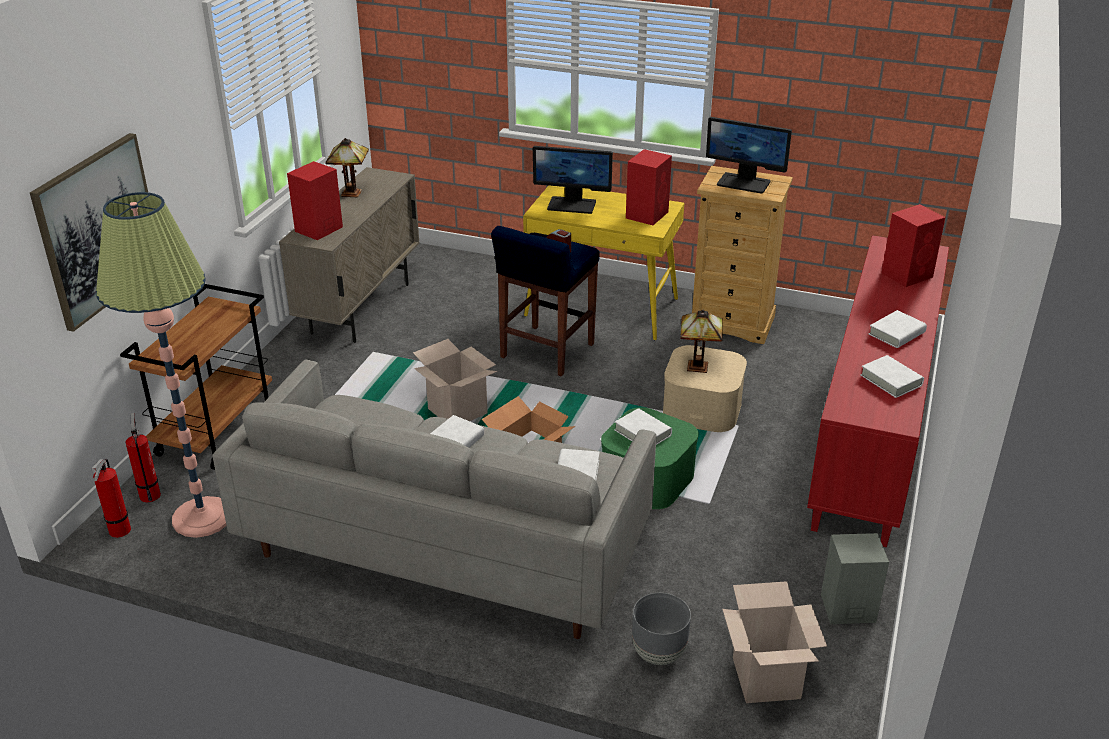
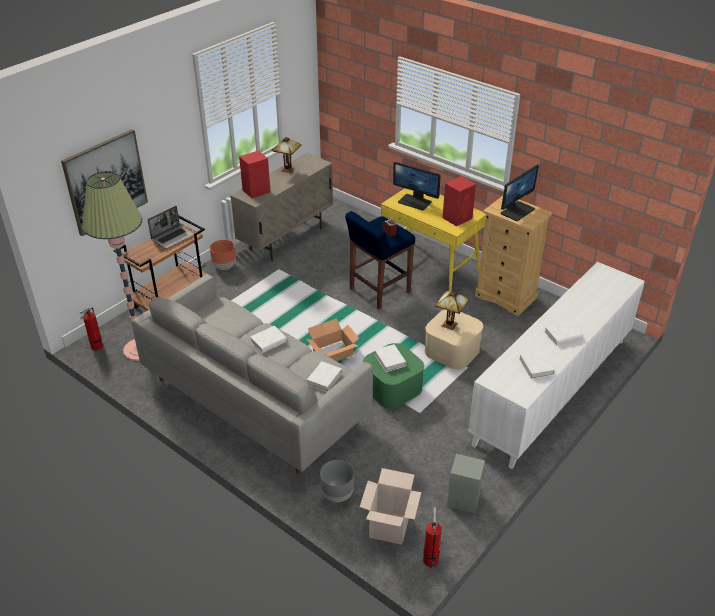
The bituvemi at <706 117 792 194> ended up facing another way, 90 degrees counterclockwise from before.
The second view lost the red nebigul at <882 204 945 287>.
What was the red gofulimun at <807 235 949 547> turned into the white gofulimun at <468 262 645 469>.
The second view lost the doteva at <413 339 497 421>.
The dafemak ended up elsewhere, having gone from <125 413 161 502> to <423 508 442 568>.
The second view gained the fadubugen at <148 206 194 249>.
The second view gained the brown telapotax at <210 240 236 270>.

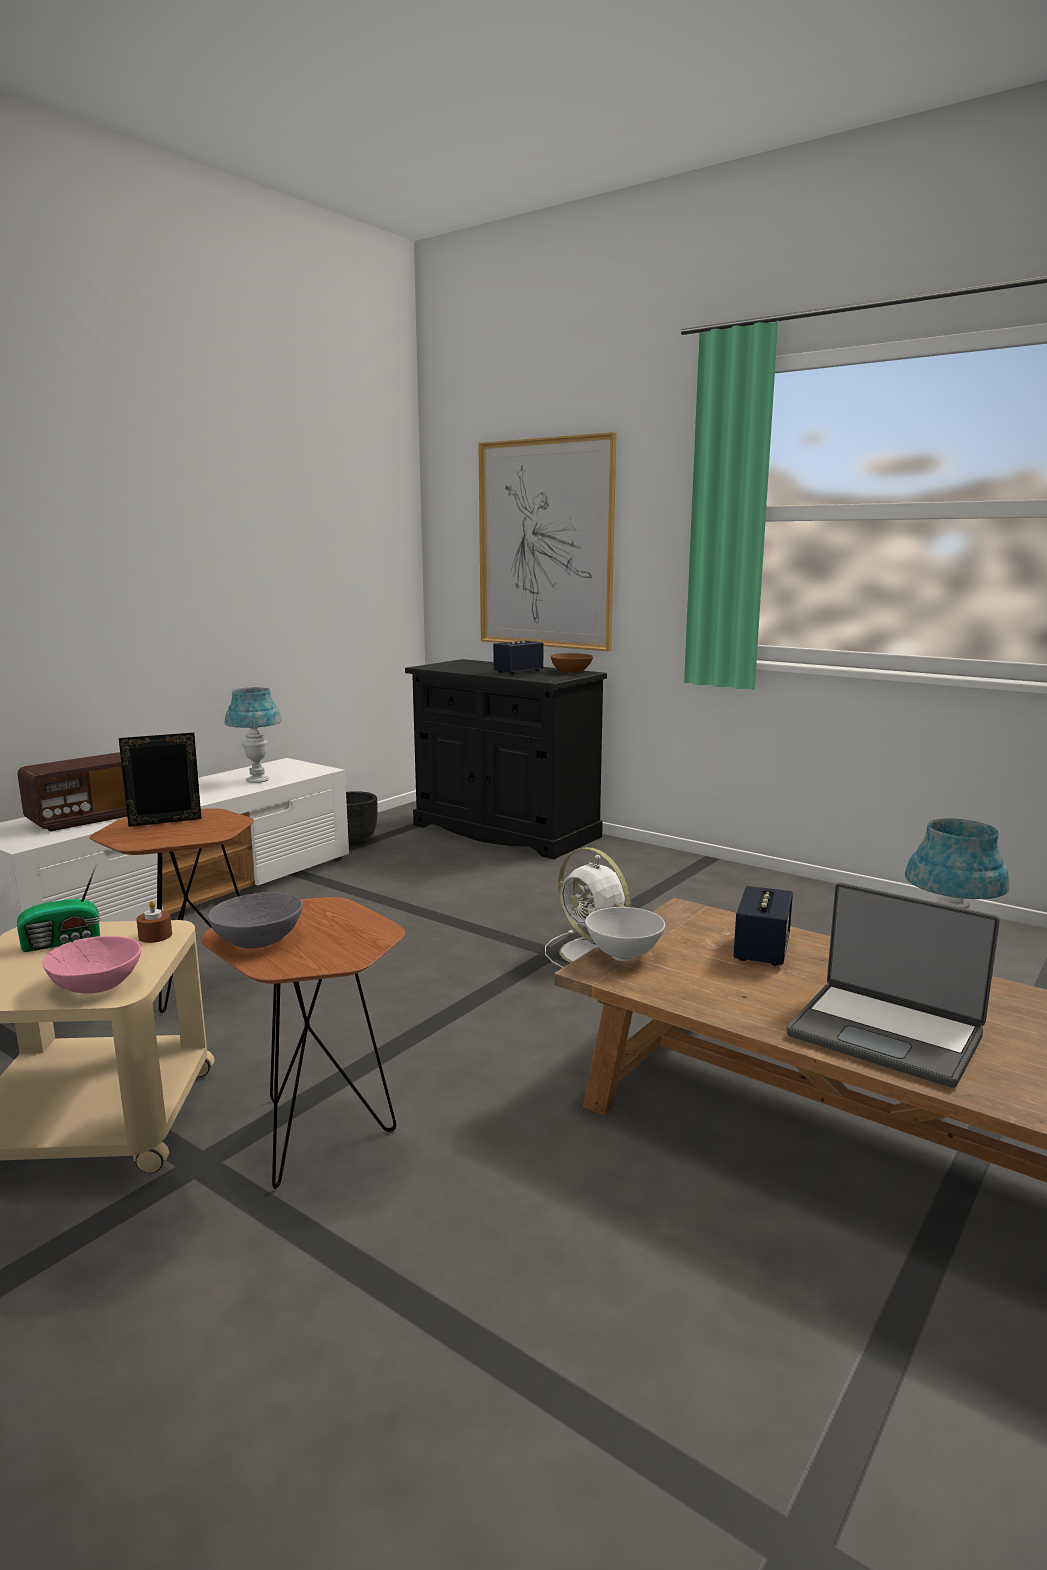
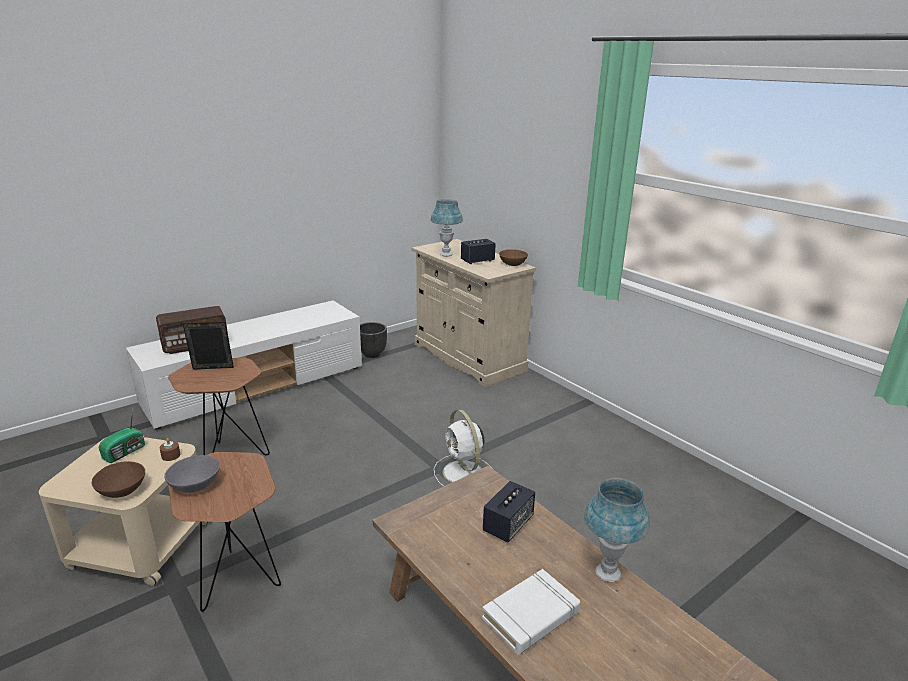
The second view lost the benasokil at <478 432 616 651>.
What was the black gofulimun at <405 659 607 859> turned into the beige gofulimun at <411 239 536 387>.
The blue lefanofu ended up elsewhere, having gone from <225 687 282 783> to <431 199 463 256>.
The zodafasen at <17 864 100 952> ended up facing another way, 45 degrees counterclockwise from before.
Where the fadubugen stood at <787 882 1000 1088>, the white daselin came to stand at <482 569 580 655>.
The second view lost the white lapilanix at <585 907 665 961>.
What was the pink lapilanix at <42 936 141 993> turned into the brown lapilanix at <92 461 145 498>.

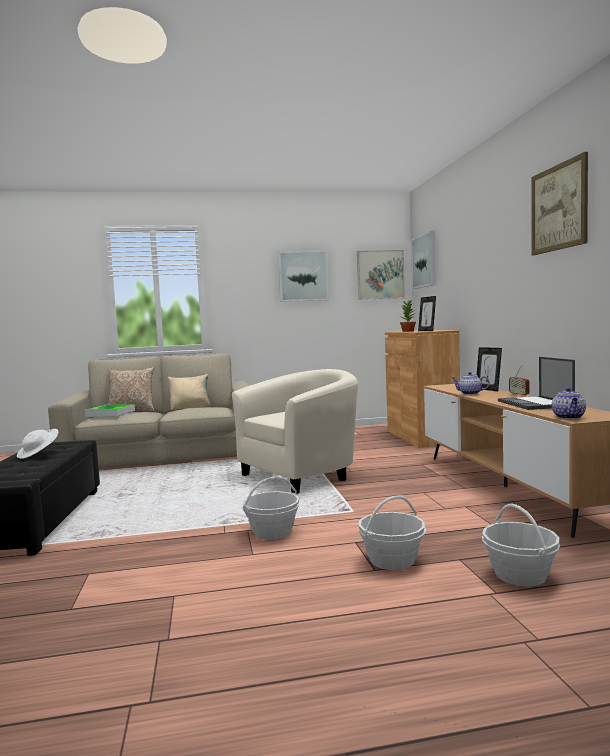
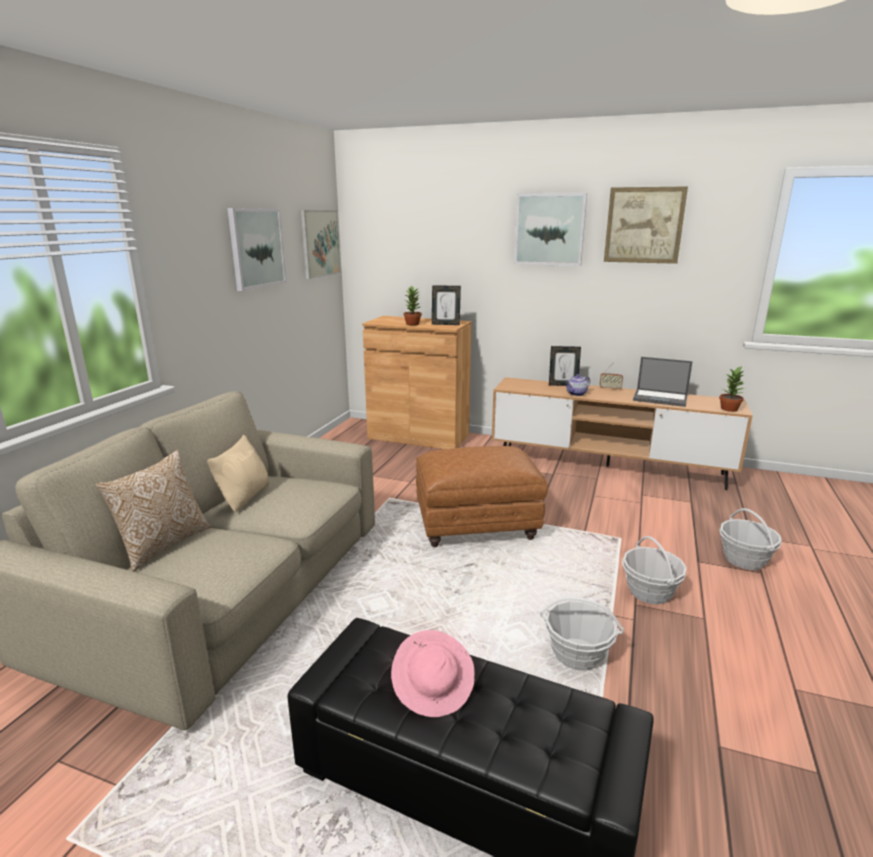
The benasokil ended up elsewhere, having gone from <411 231 436 289> to <514 193 587 266>.
Where the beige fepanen stood at <232 369 358 494>, the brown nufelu came to stand at <416 446 548 547>.
Where the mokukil stood at <552 387 586 419>, the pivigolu came to stand at <719 366 745 412>.
The second view lost the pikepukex at <85 404 135 417>.
What was the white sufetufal at <17 429 58 459> turned into the pink sufetufal at <391 630 475 717>.
The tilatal ended up elsewhere, having gone from <482 504 560 587> to <540 597 624 671>.

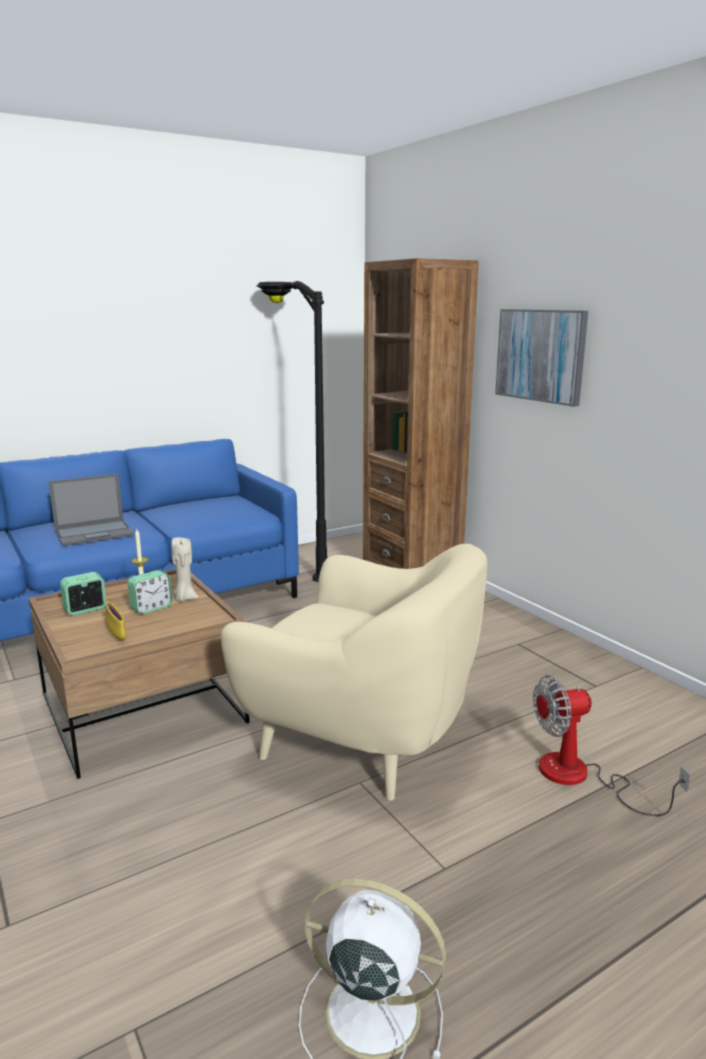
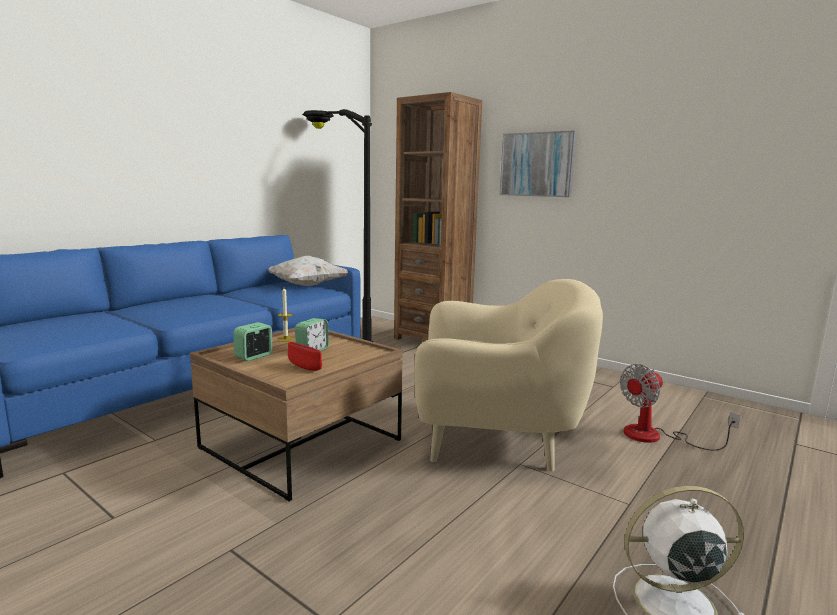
The second view lost the fadubugen at <48 474 134 546>.
The second view lost the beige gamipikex at <171 537 199 602>.
What was the yellow lapilanix at <105 601 126 640> turned into the red lapilanix at <288 342 322 371>.
The second view gained the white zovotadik at <268 256 348 286>.

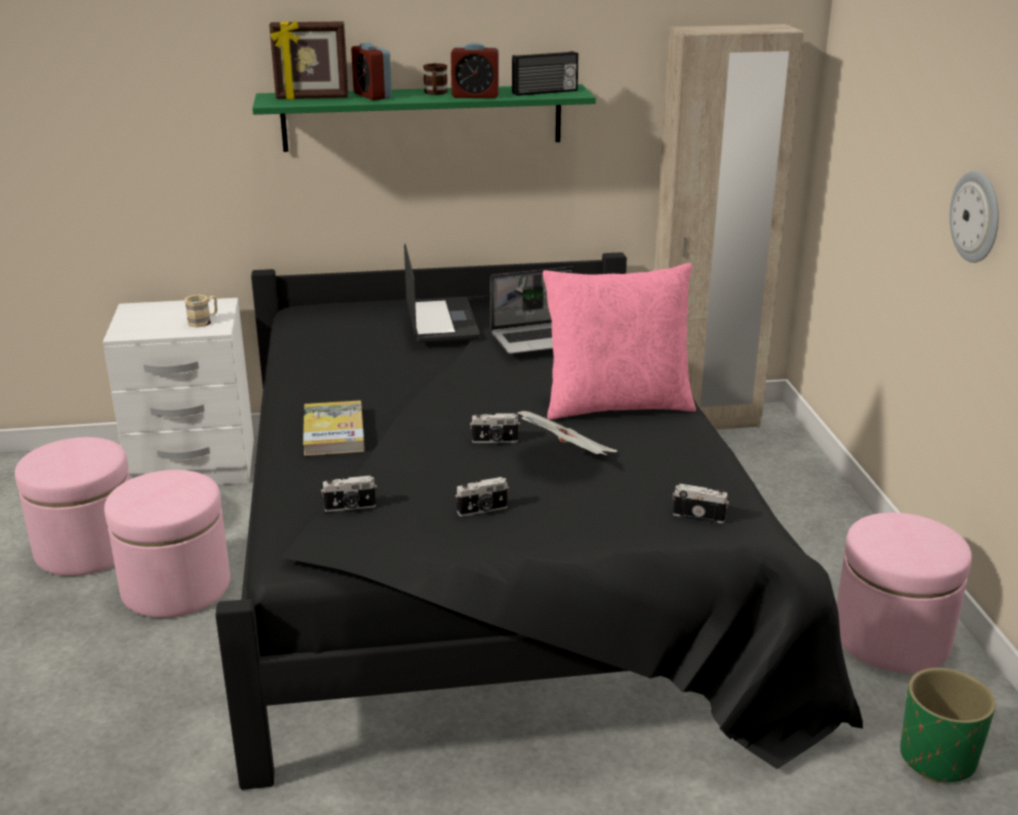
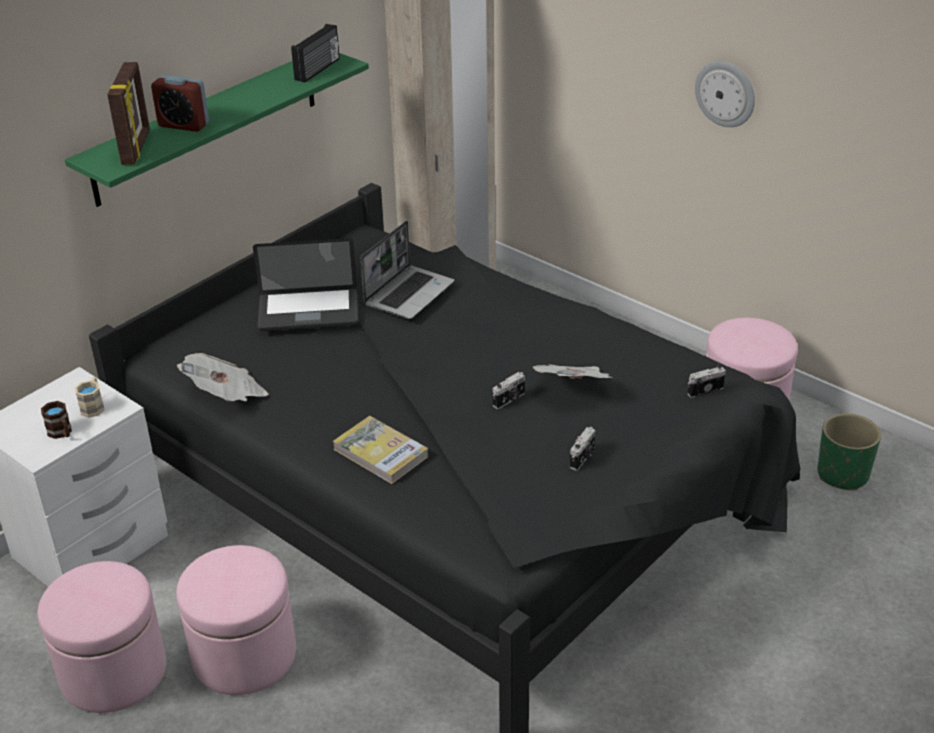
The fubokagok at <269 21 348 100> ended up facing another way, 45 degrees counterclockwise from before.
The second view lost the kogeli at <451 43 499 98>.
The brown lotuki ended up elsewhere, having gone from <423 63 448 95> to <41 401 72 439>.
The fadubugen at <404 243 480 343> ended up facing another way, 135 degrees clockwise from before.
The second view lost the pink zovotadik at <543 263 696 420>.
The second view lost the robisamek at <321 476 377 512>.
The second view gained the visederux at <177 353 269 402>.

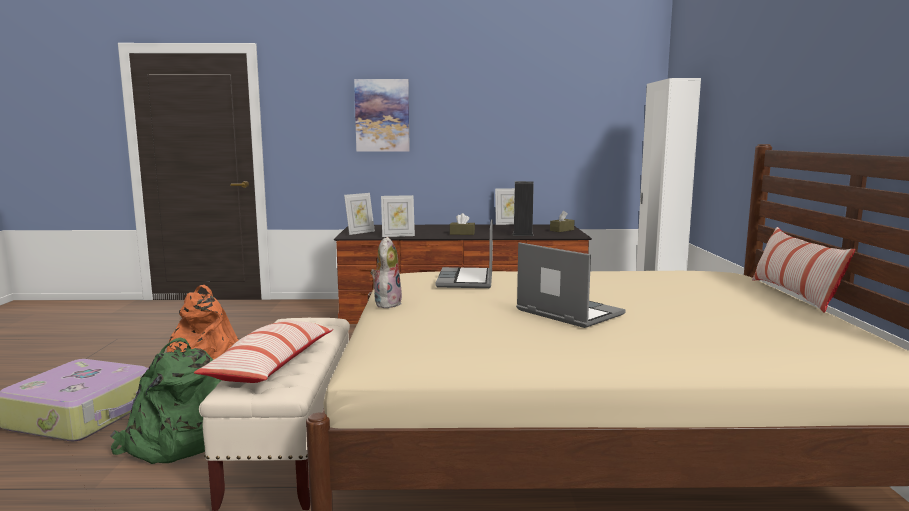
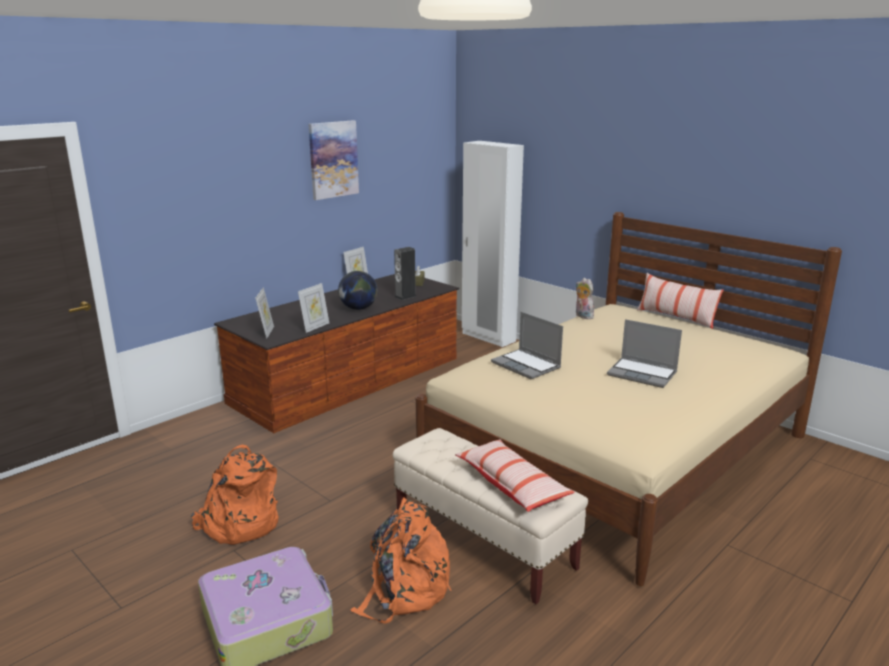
The benasokil ended up elsewhere, having gone from <354 79 410 152> to <309 120 359 200>.
Where the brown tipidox stood at <450 213 475 235>, the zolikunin came to stand at <338 271 377 310>.
The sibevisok ended up elsewhere, having gone from <371 237 402 308> to <576 278 594 319>.
The fadubugen at <516 242 626 328> ended up facing another way, 150 degrees counterclockwise from before.
What was the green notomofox at <110 338 221 464> turned into the orange notomofox at <350 497 451 624>.

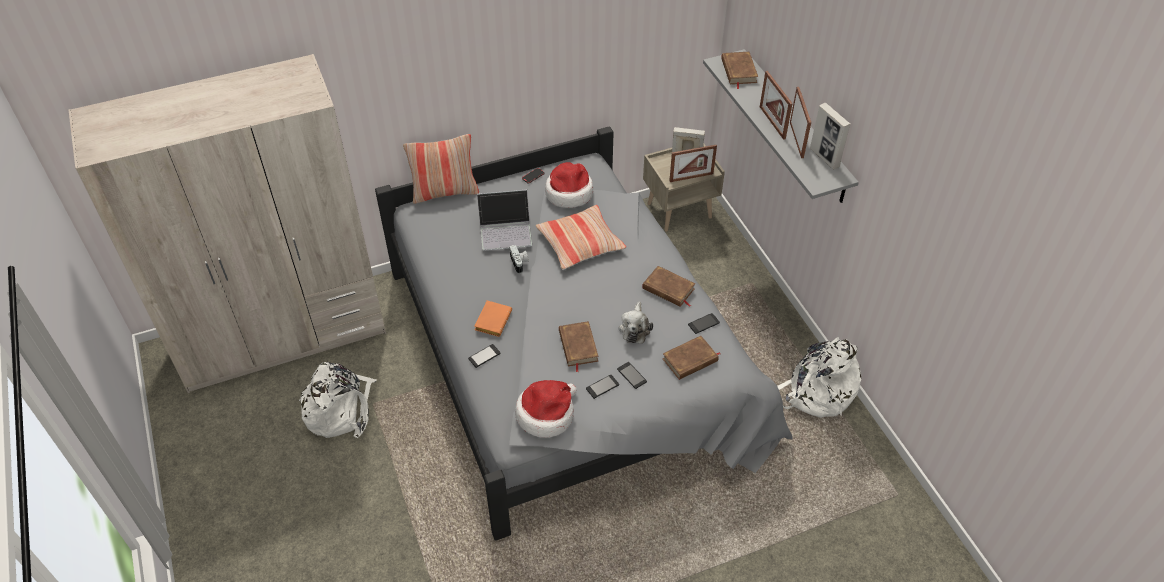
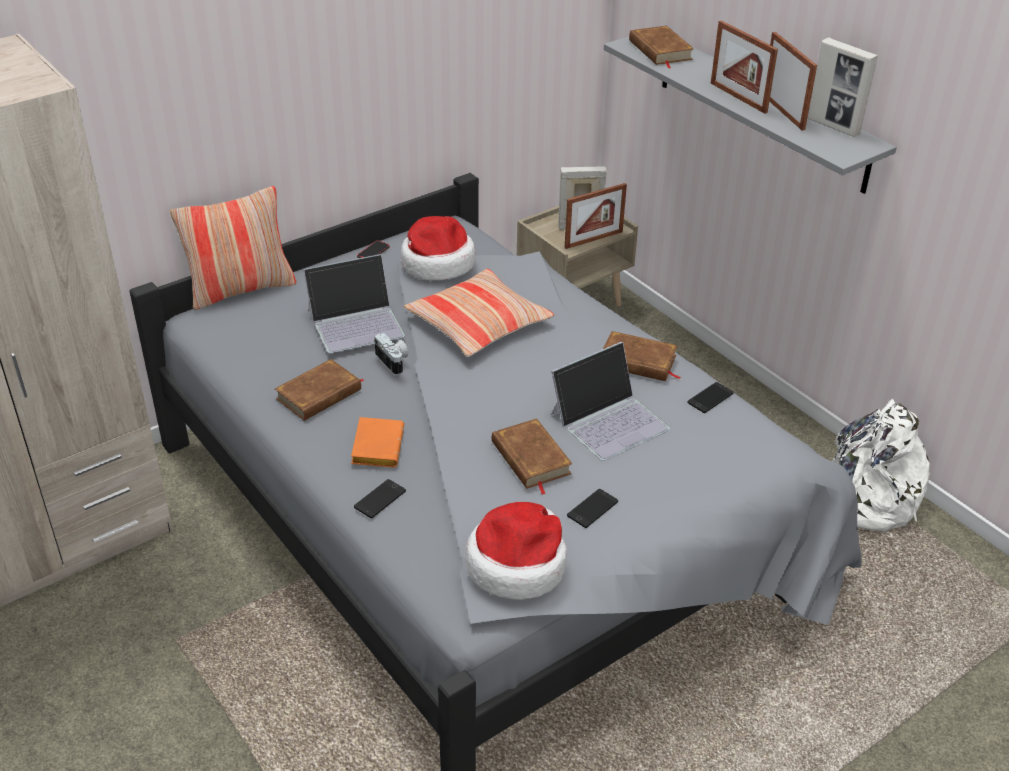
Where the sibevisok stood at <619 301 653 344>, the fadubugen came to stand at <551 342 670 461>.
The brown daselin ended up elsewhere, having gone from <662 336 720 380> to <275 359 364 421>.
The second view lost the white notomofox at <299 362 377 438>.
The second view lost the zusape at <617 362 647 389>.

